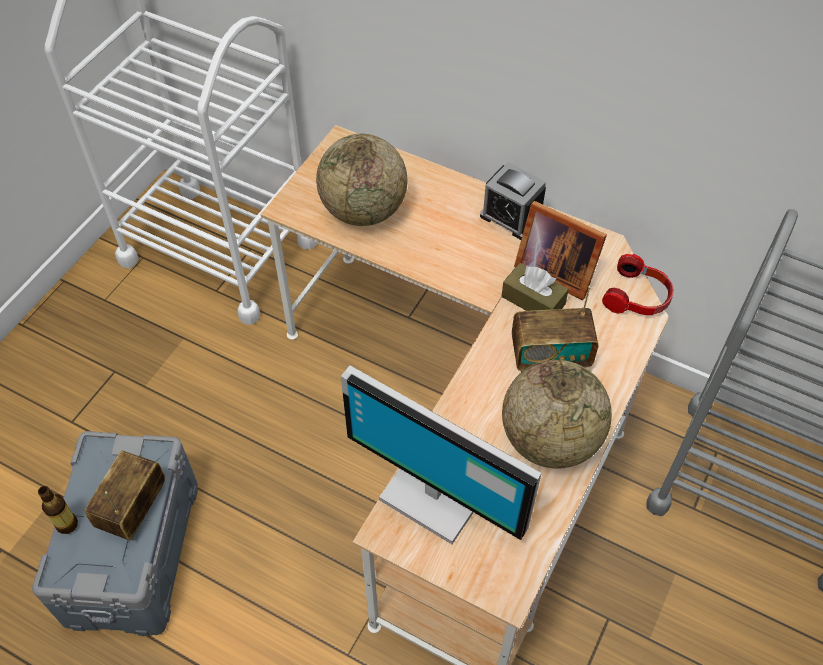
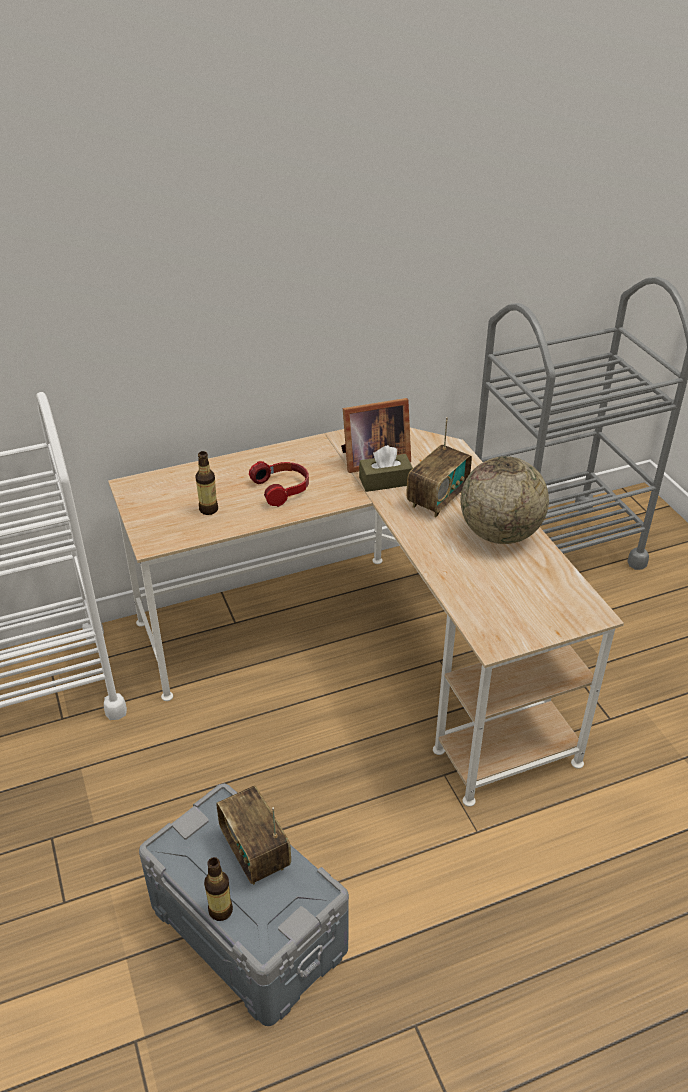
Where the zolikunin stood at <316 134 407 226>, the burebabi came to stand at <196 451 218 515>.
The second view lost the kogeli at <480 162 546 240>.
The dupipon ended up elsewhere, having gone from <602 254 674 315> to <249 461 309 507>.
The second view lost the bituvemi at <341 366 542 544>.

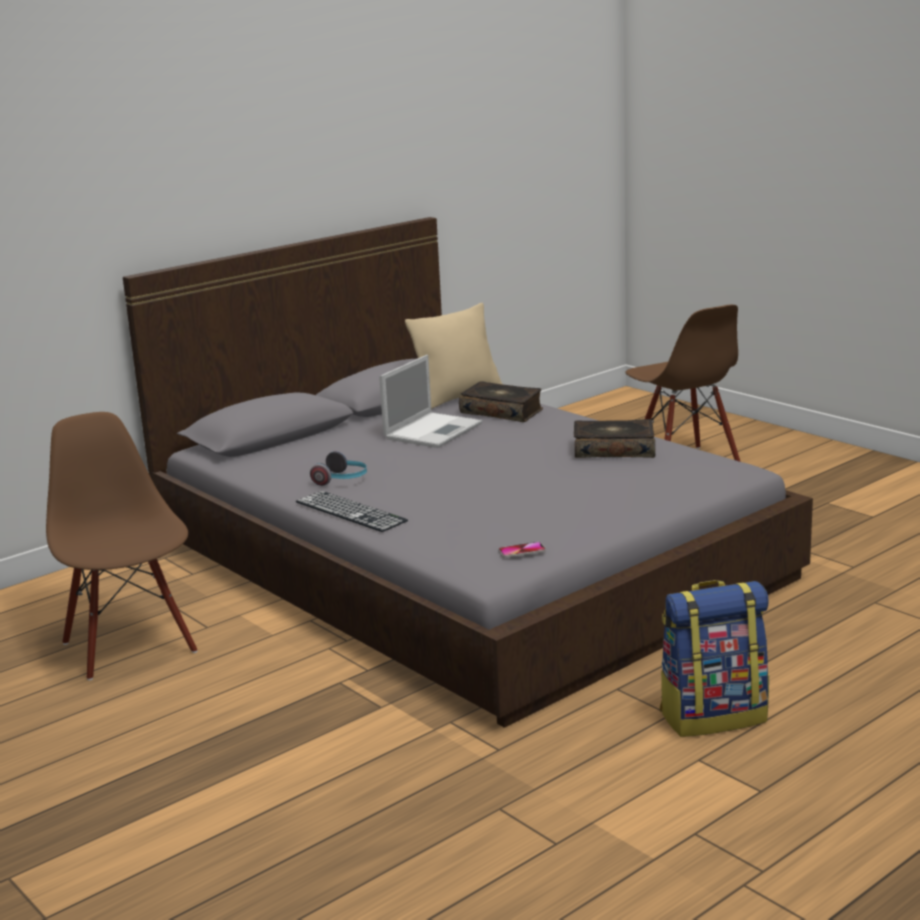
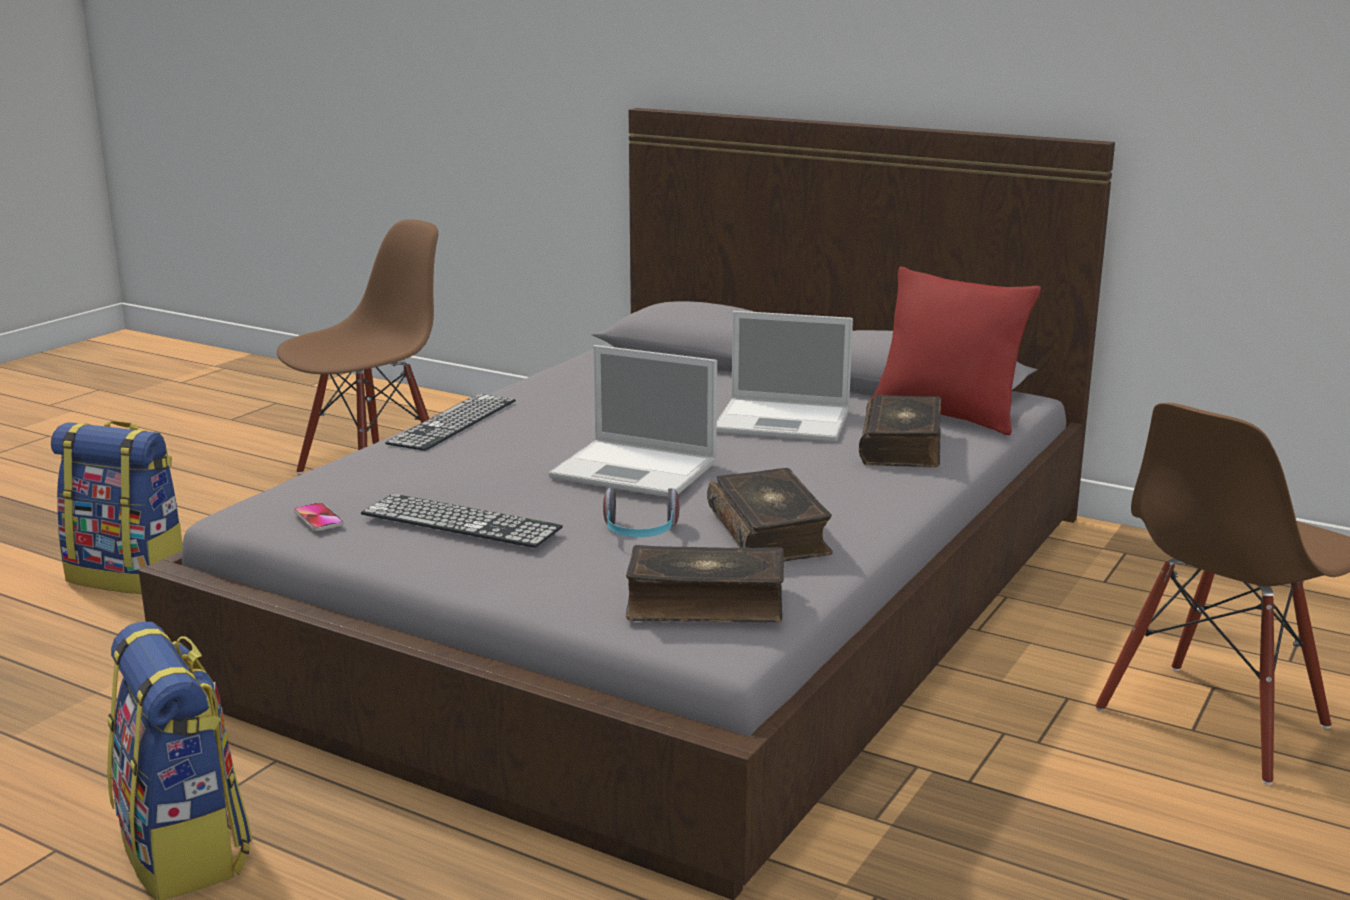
What was the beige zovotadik at <405 303 502 409> turned into the red zovotadik at <872 267 1041 435>.
The dupipon ended up elsewhere, having gone from <310 451 367 486> to <603 488 680 537>.
The second view gained the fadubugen at <549 345 717 497>.
The second view gained the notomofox at <51 421 182 594>.
The second view gained the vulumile at <361 494 563 548>.
The second view gained the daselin at <626 545 784 623>.

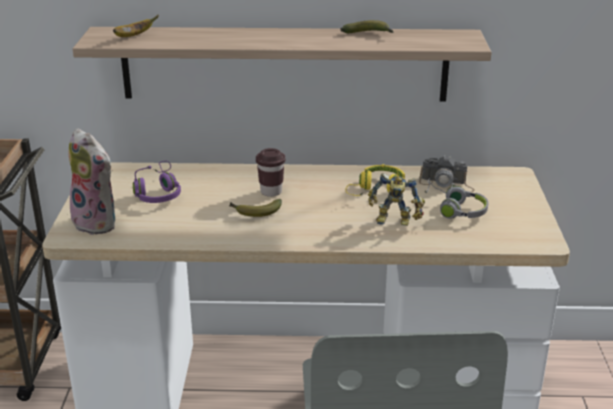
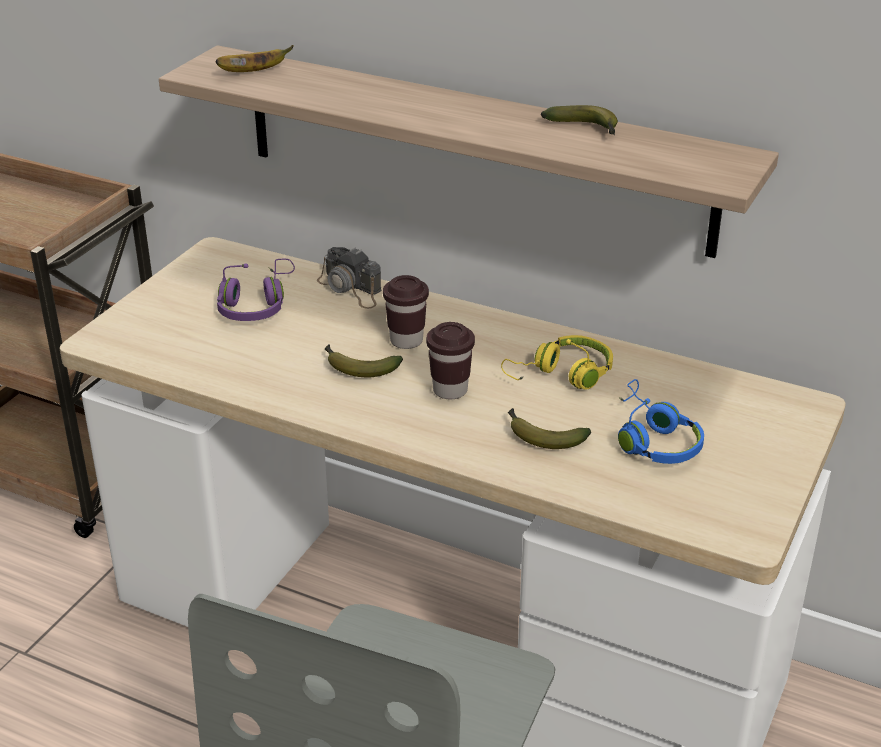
The second view lost the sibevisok at <68 129 115 235>.
The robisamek ended up elsewhere, having gone from <419 156 475 192> to <317 247 382 309>.
Where the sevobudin stood at <368 173 425 226>, the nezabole came to stand at <508 408 591 449>.
What was the grey dupipon at <425 178 488 219> turned into the blue dupipon at <618 379 704 464>.
The second view gained the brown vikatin at <426 322 475 399>.

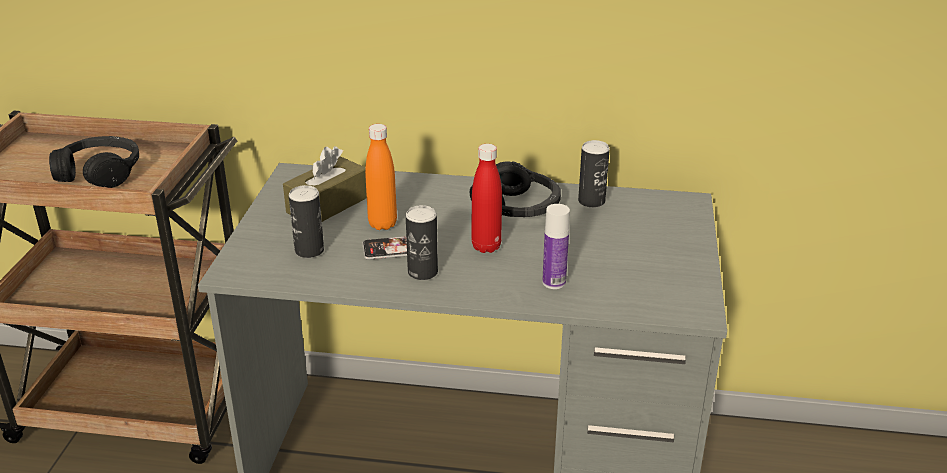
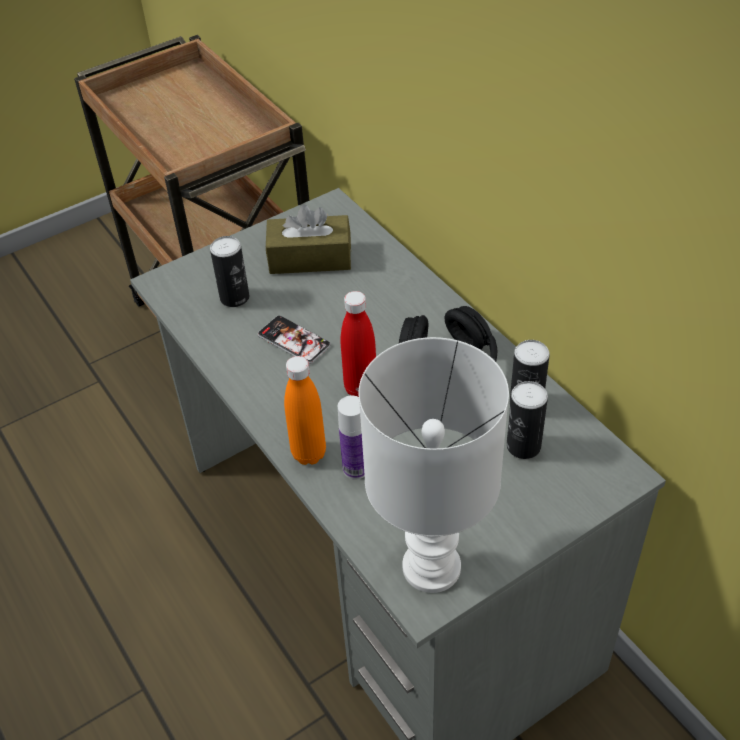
The orange burebabi ended up elsewhere, having gone from <365 124 397 230> to <284 356 326 465>.
The second view lost the black dupipon at <49 136 139 188>.
The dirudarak ended up elsewhere, having gone from <406 205 438 280> to <507 381 548 459>.
The second view gained the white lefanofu at <359 337 509 593>.

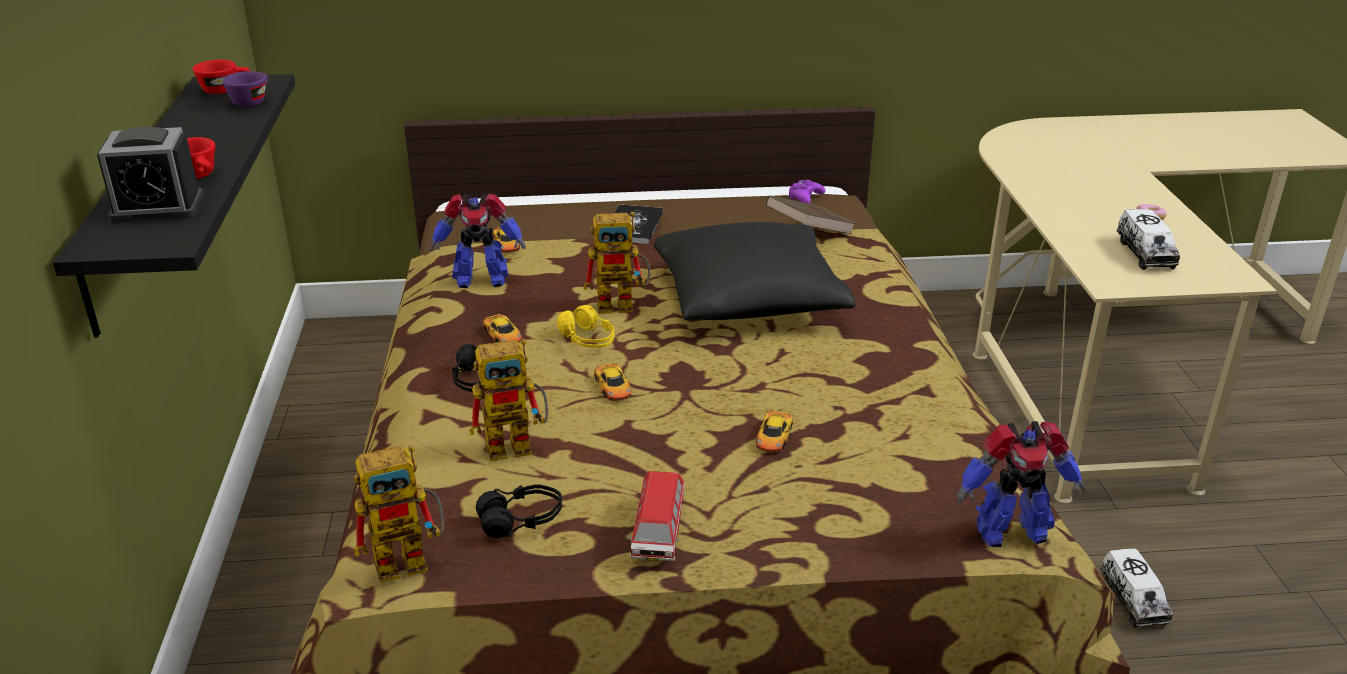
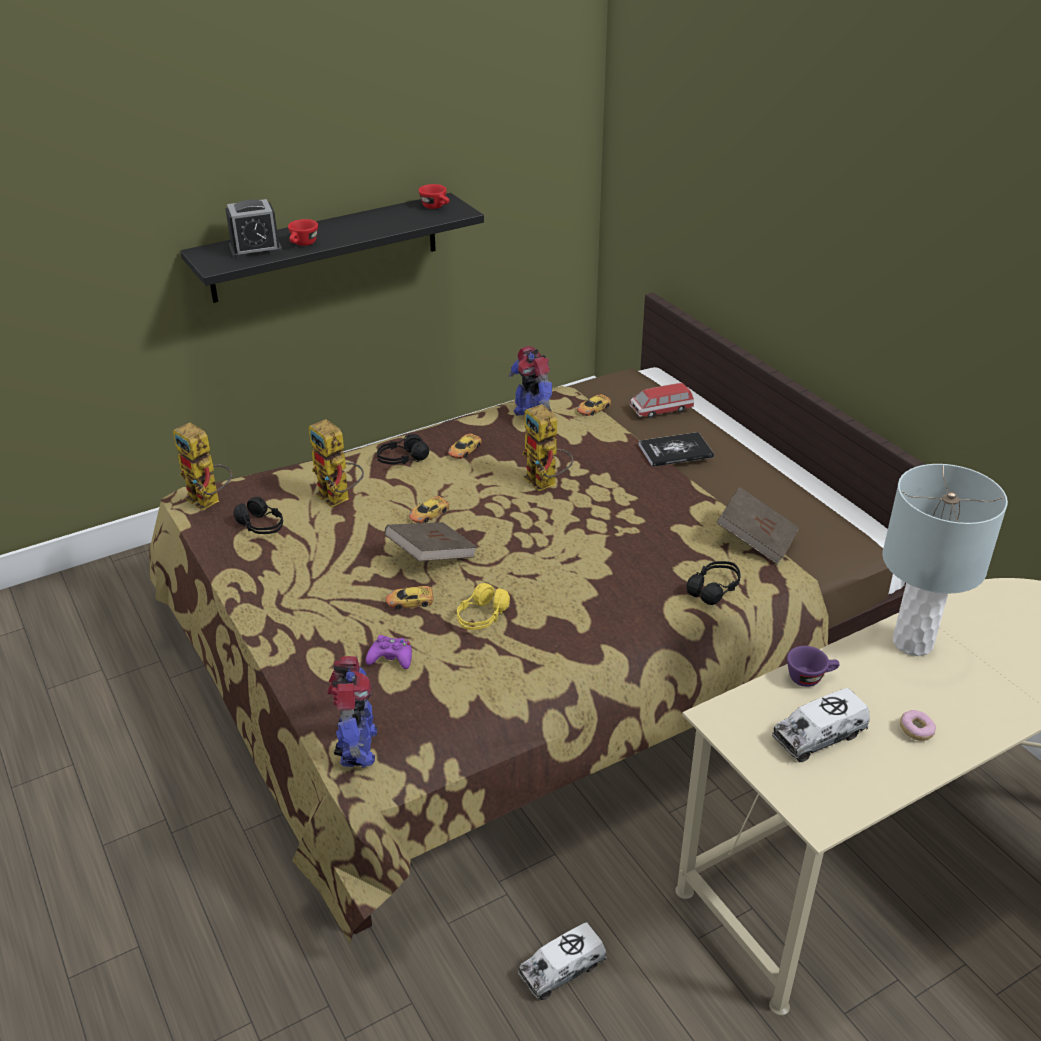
The purple vikatin ended up elsewhere, having gone from <222 71 268 107> to <787 646 840 687>.
The kogeli at <97 127 203 223> ended up facing another way, 75 degrees counterclockwise from before.
The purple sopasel ended up elsewhere, having gone from <788 179 825 204> to <366 635 412 669>.
The second view lost the black zovotadik at <654 222 856 320>.
The yellow dupipon ended up elsewhere, having gone from <557 305 615 348> to <457 583 510 630>.
The sevobudin at <957 421 1085 547> ended up facing another way, 150 degrees counterclockwise from before.
The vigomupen ended up elsewhere, having gone from <627 471 684 561> to <630 383 694 419>.
The second view gained the grey lefanofu at <883 464 1008 656>.
The second view gained the brown daselin at <385 522 478 561>.
The second view gained the black dupipon at <687 561 741 605>.

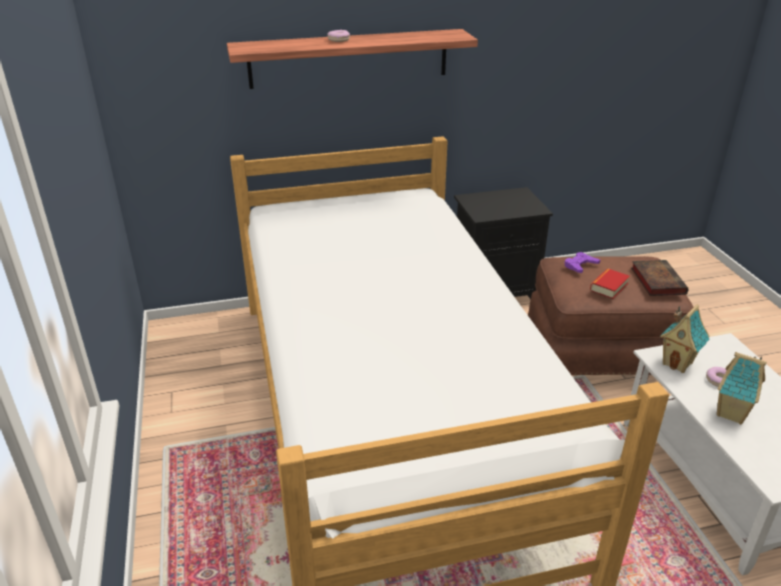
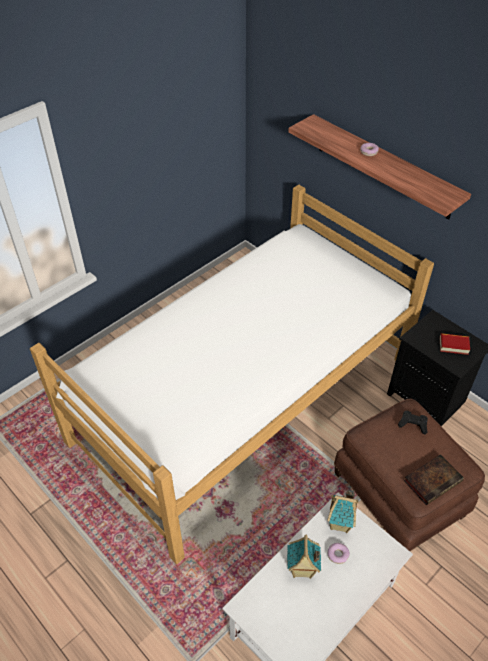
What was the purple sopasel at <565 252 600 273> turned into the black sopasel at <398 411 428 435>.
The daselin ended up elsewhere, having gone from <590 268 630 299> to <440 333 470 355>.

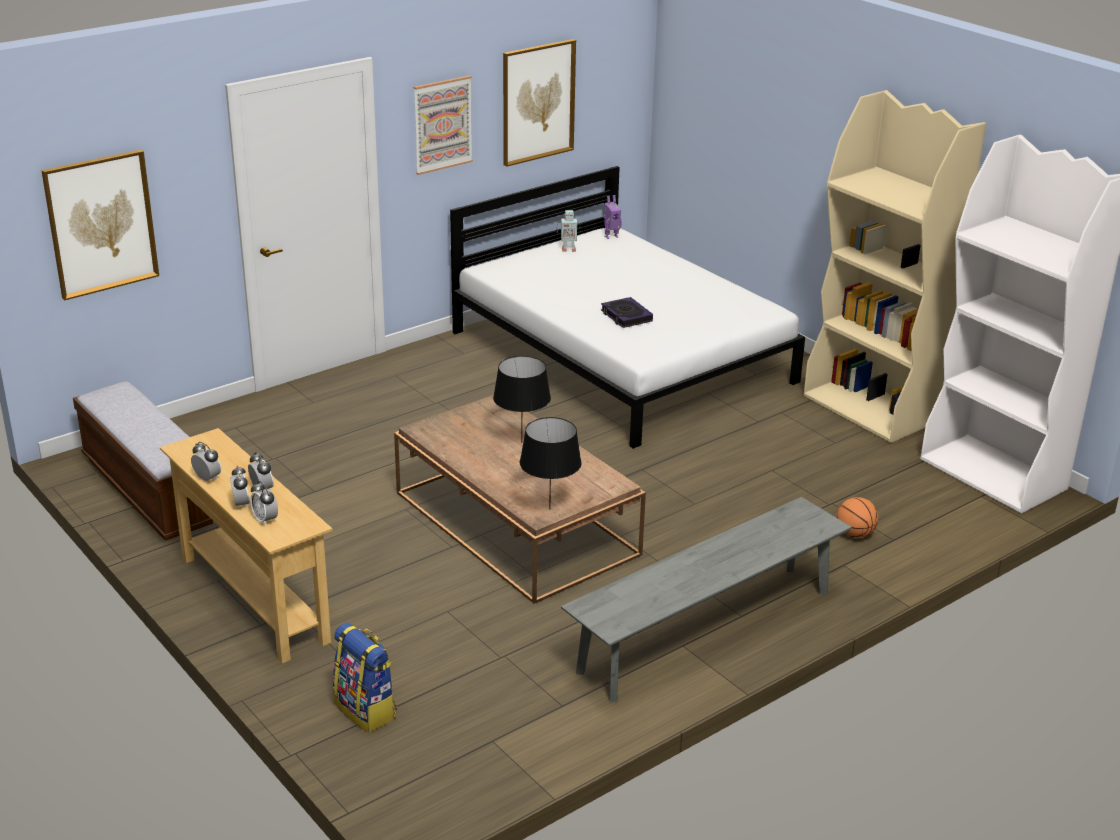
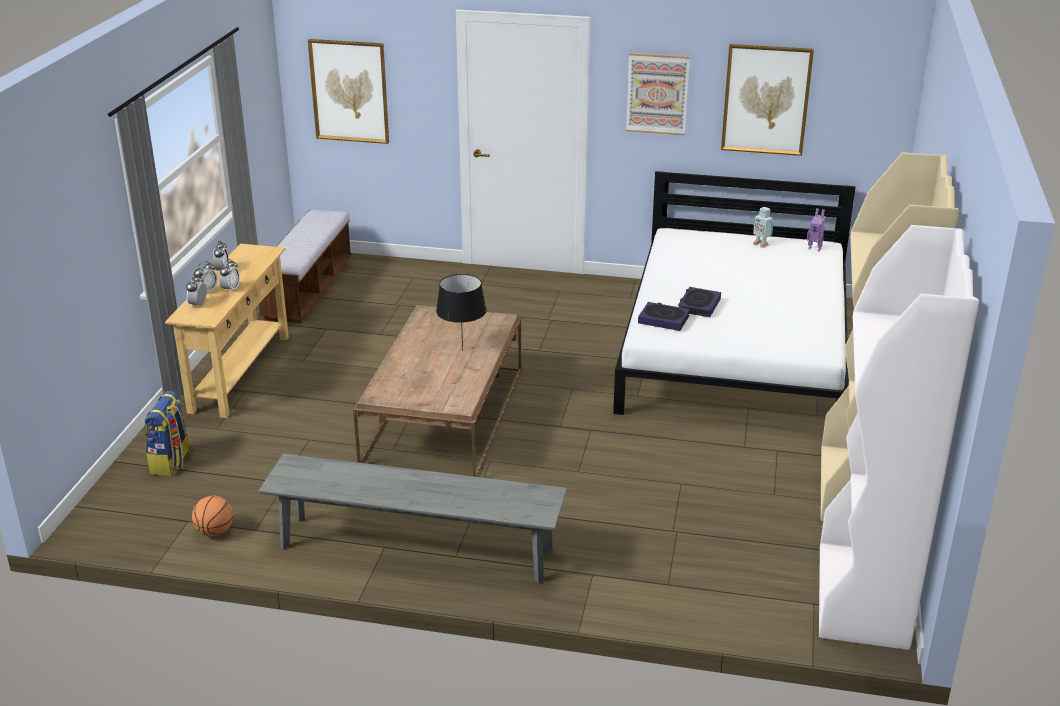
The second view lost the black lefanofu at <520 417 582 510>.
The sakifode ended up elsewhere, having gone from <837 497 878 538> to <192 496 233 536>.
The second view gained the daselin at <638 302 690 331>.

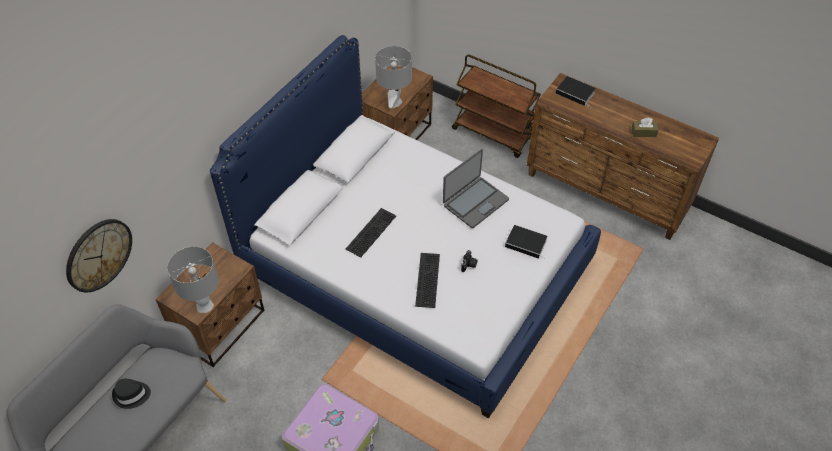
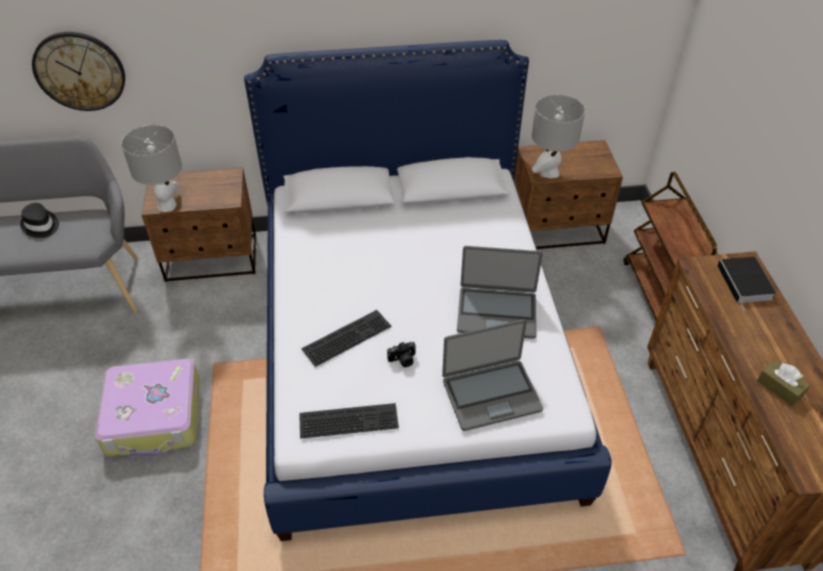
The vulumile ended up elsewhere, having gone from <346 208 396 257> to <299 403 399 439>.
Where the daselin stood at <505 225 548 260>, the fadubugen came to stand at <442 319 543 431>.

